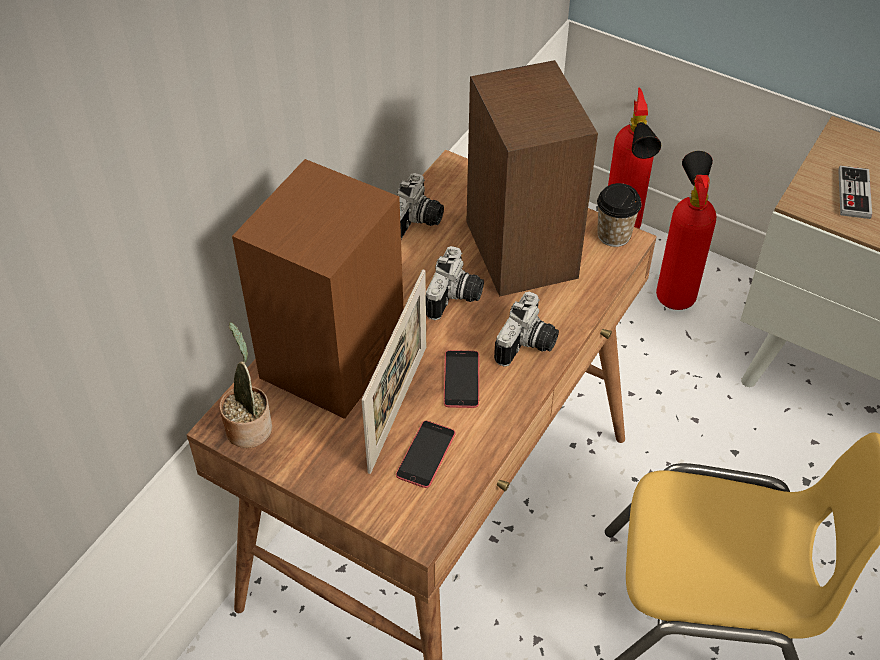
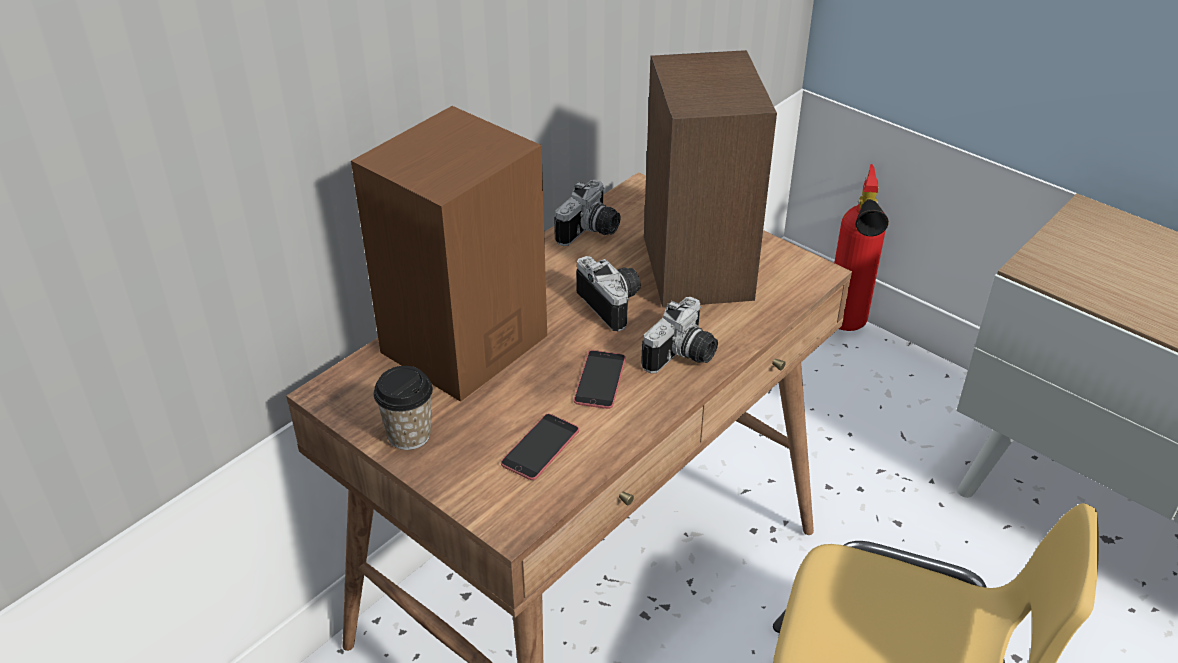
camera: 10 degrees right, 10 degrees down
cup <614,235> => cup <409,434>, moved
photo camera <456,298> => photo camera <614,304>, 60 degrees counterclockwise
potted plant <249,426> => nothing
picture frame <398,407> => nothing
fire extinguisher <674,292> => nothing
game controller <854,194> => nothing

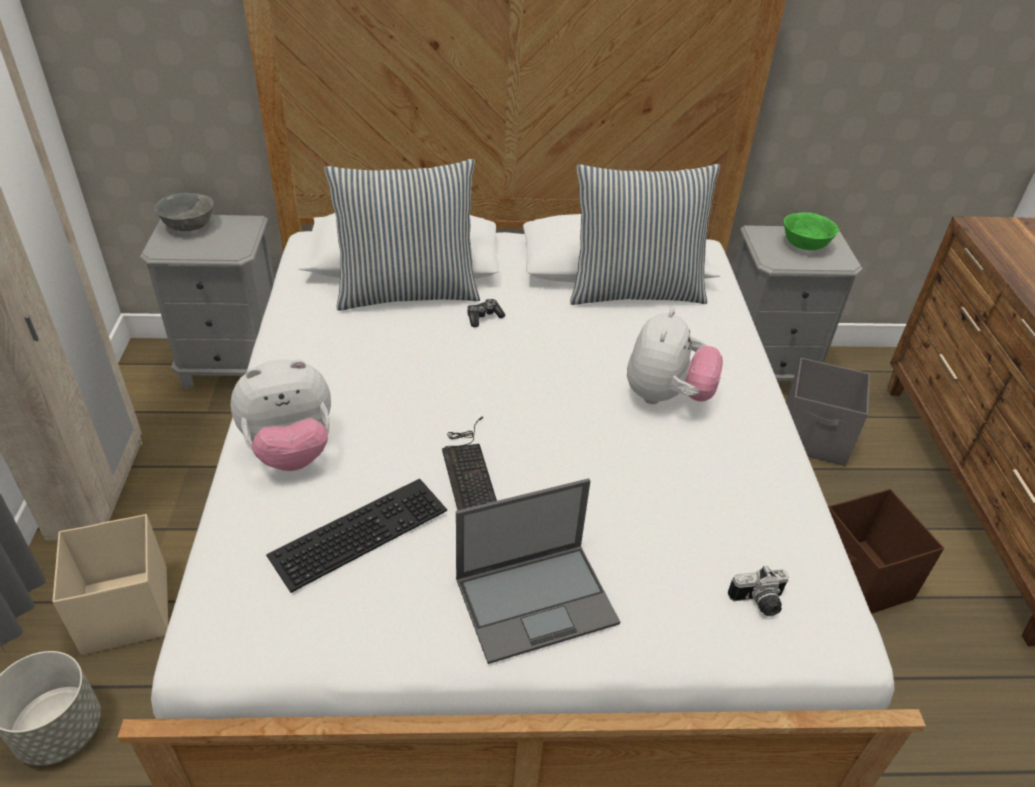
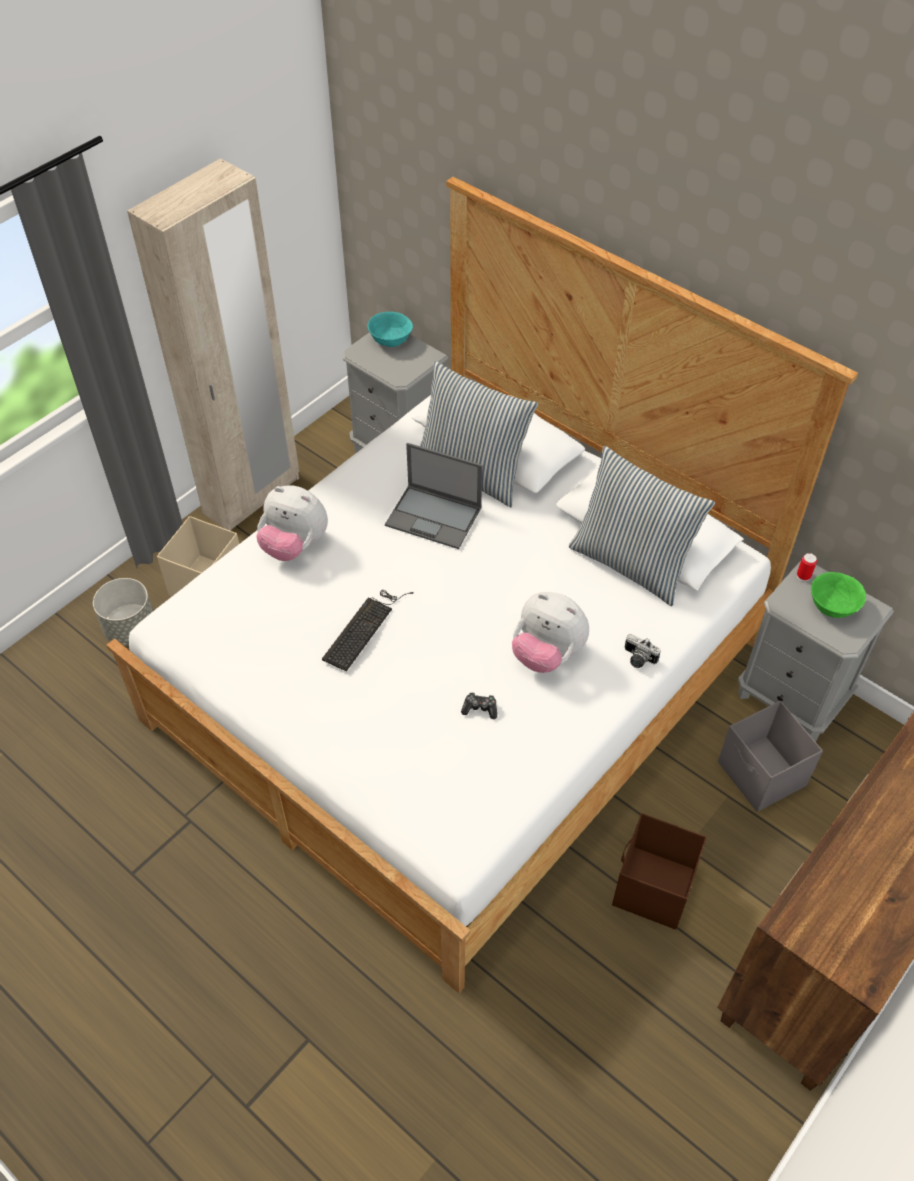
camera: 45 degrees right, 10 degrees up
bowl (grey) <189,226> => bowl (turquoise) <391,340>
laptop <537,600> => laptop <434,517>, moved
game controller <484,317> => game controller <480,708>, moved
plush toy <666,396> => plush toy <547,654>, 60 degrees clockwise
photo camera <759,603> => photo camera <637,659>, moved
nothing => can <803,576>
keyboard <359,529> => nothing

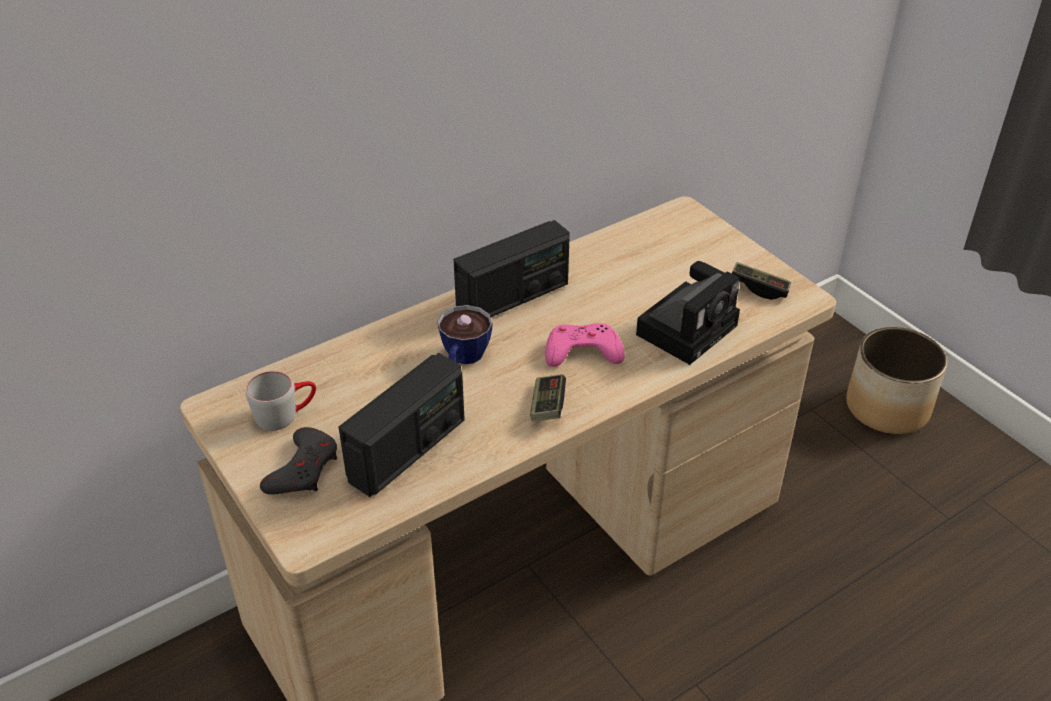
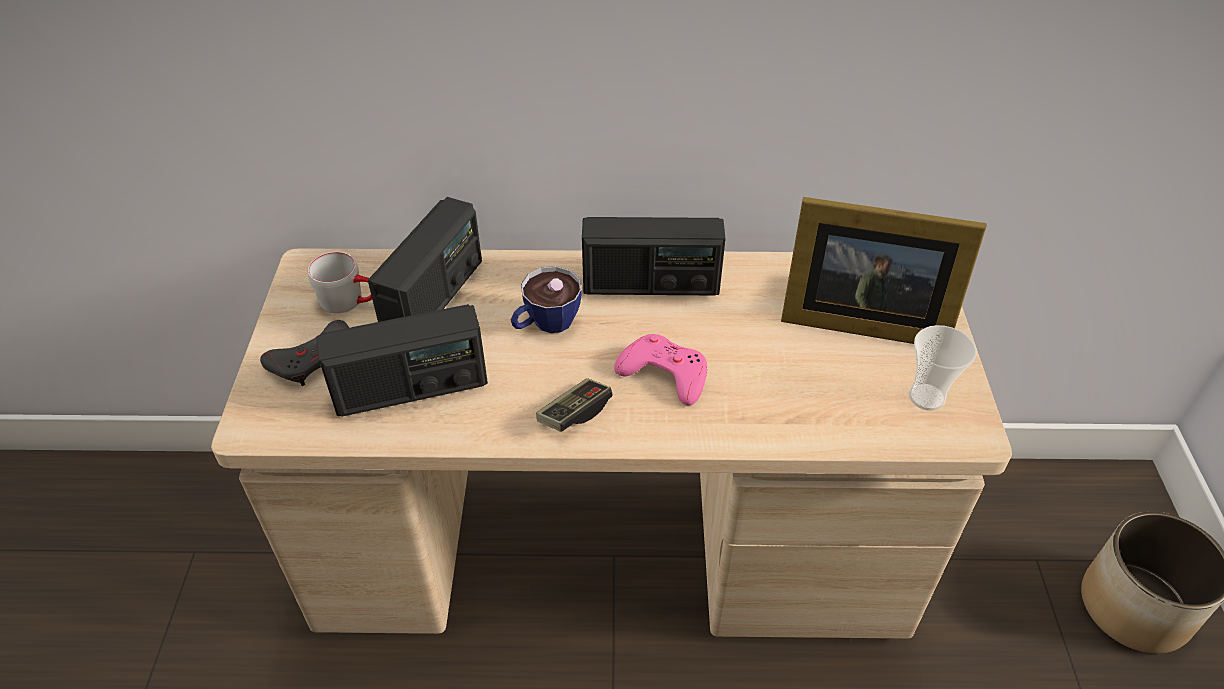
camera: 35 degrees right, 5 degrees up
nothing => radio <434,298>
nothing => picture frame <859,318>
game controller <759,288> => cup <926,397>
photo camera <688,327> => nothing

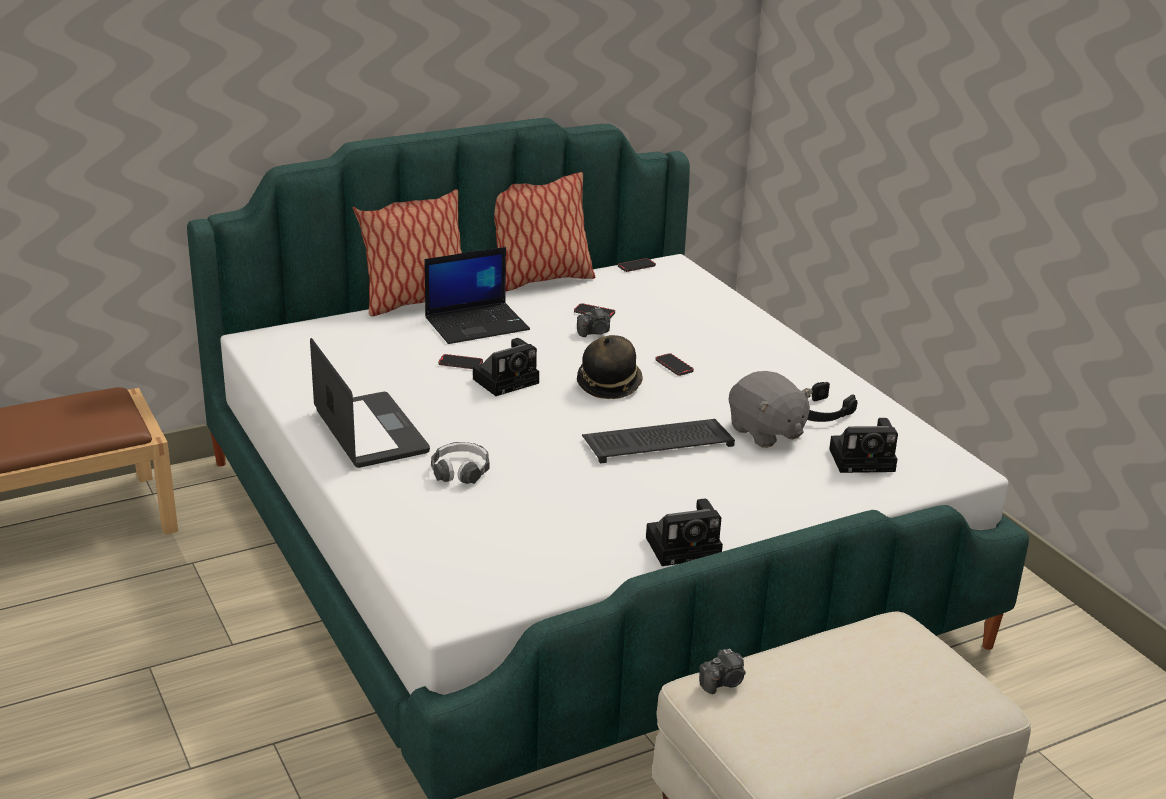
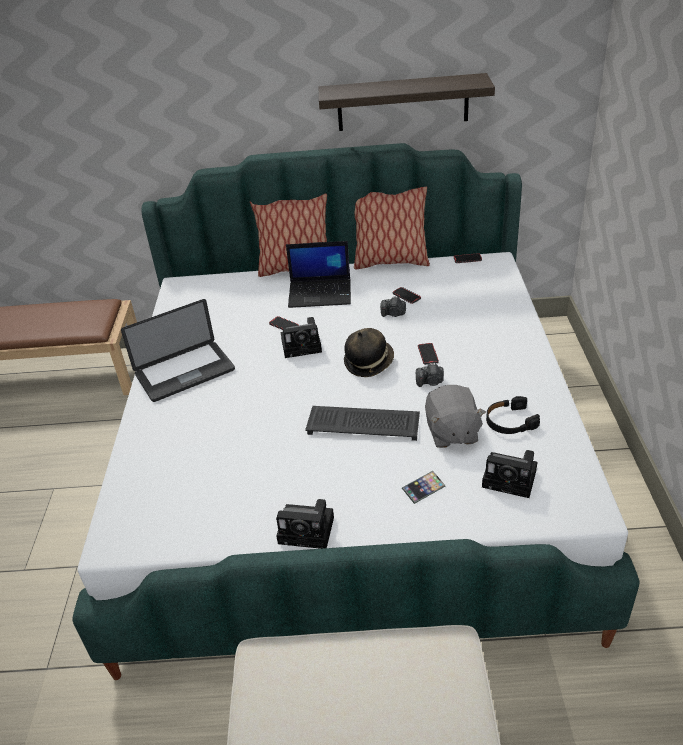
camera: 30 degrees right, 10 degrees up
laptop <370,432> => laptop <185,372>, 60 degrees clockwise
nothing => shelf <402,102>
nothing => phone <423,489>
photo camera <723,682> => photo camera <430,382>, moved
headphones <460,471> => nothing

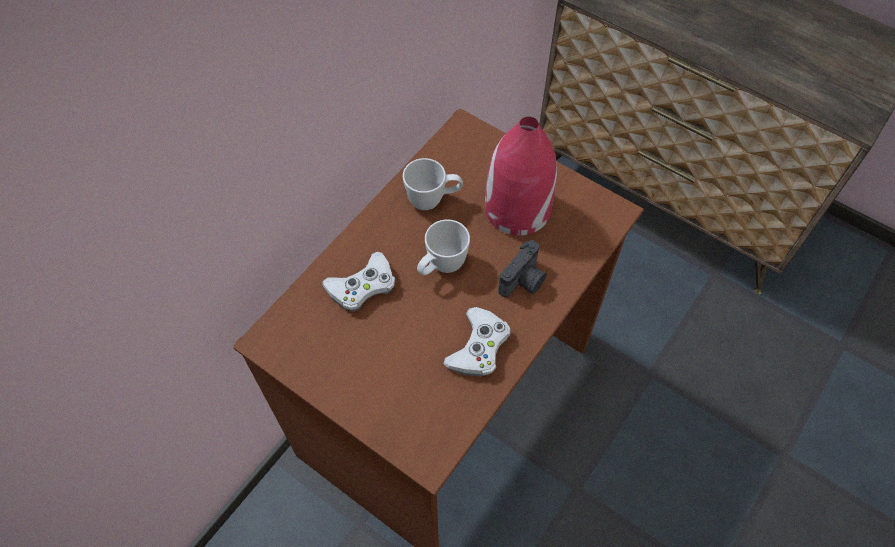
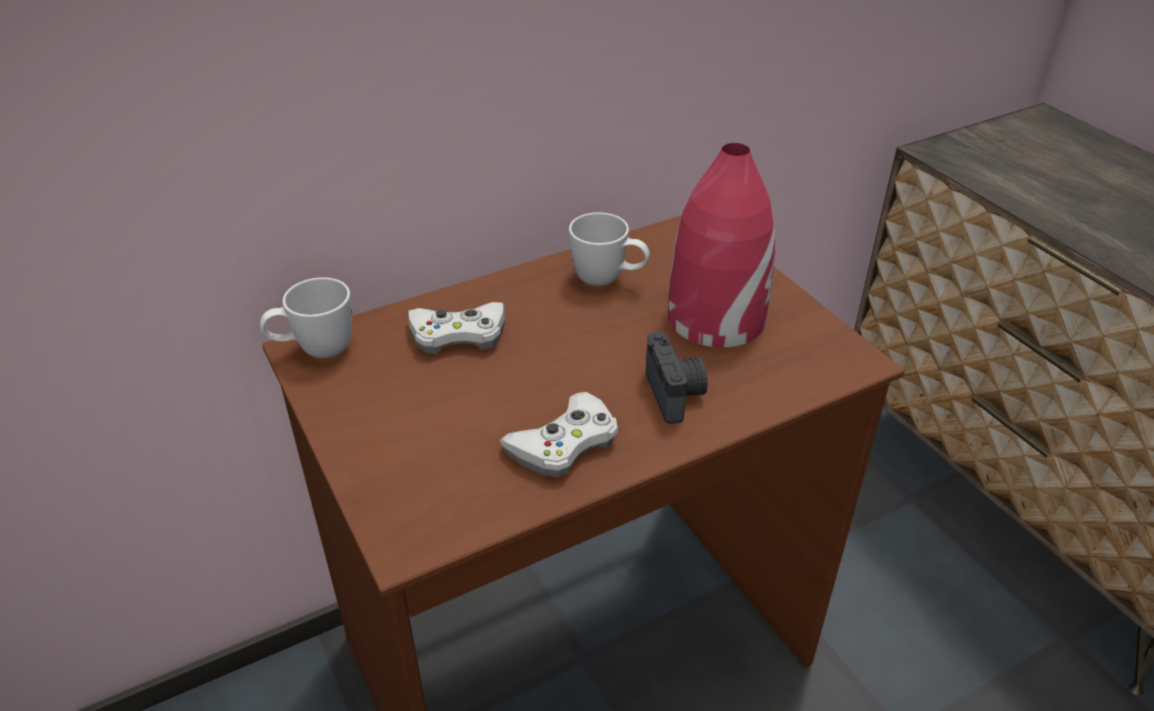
camera: 25 degrees right, 20 degrees down
mug (white) <441,267> => mug (white) <314,351>, moved
photo camera <523,281> => photo camera <676,394>, 75 degrees counterclockwise

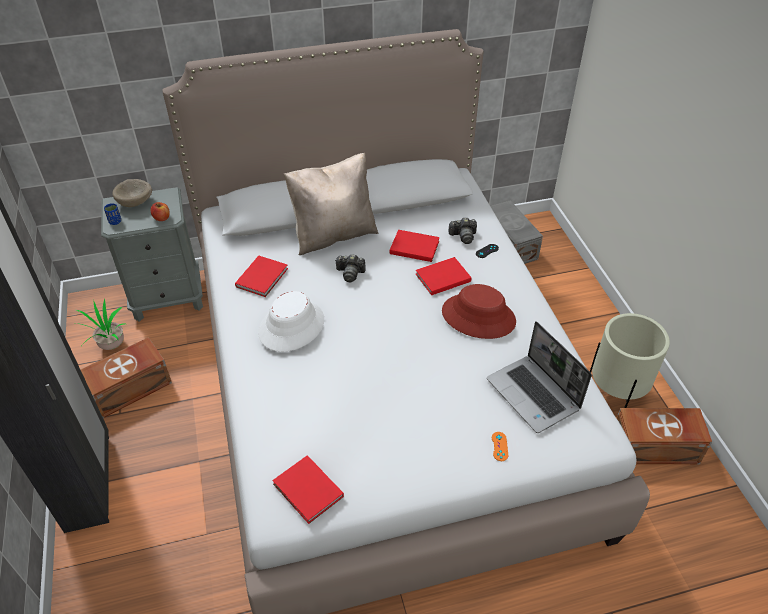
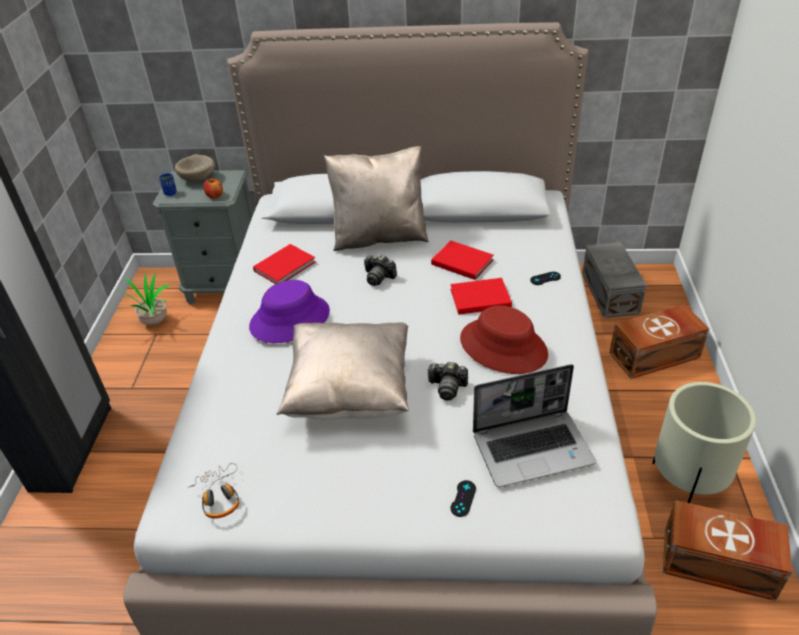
camera: 20 degrees right, 5 degrees down
book (red) <308,492> => headphones <219,496>
hat (white) <291,326> => hat (purple) <290,319>
nothing => pillow (beige) <350,392>
photo camera <463,236> => photo camera <447,387>, moved
game controller (orange) <499,446> => game controller (black) <463,498>
laptop <534,395> => laptop <533,448>, 90 degrees counterclockwise
storage box (brown) <131,388> => storage box (brown) <656,356>, moved

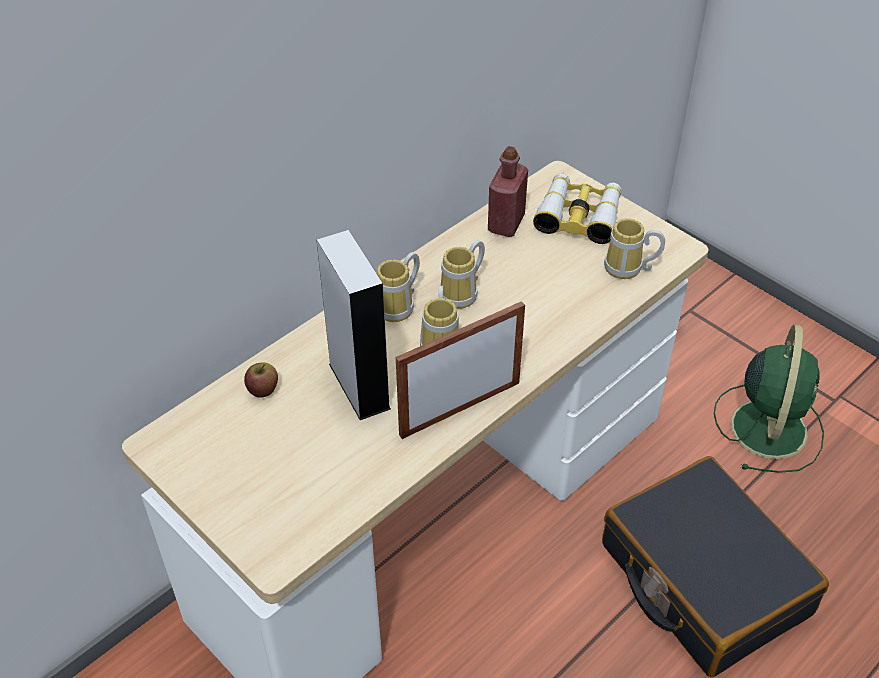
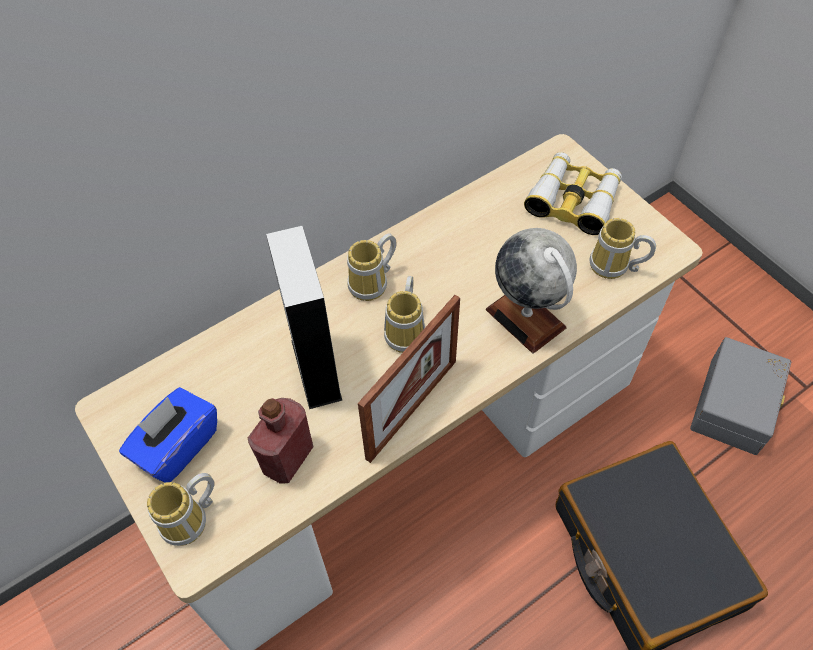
camera: 10 degrees right, 10 degrees up
nothing => tissue box (blue) <177,446>
mug <463,294> => mug <191,521>, moved
bottle (red) <506,223> => bottle (red) <287,458>, moved
picture frame <460,408> => picture frame <412,409>, 150 degrees clockwise
nothing => globe <526,318>
fan (green) <768,426> => storage box (grey) <736,405>
apple <263,389> => nothing

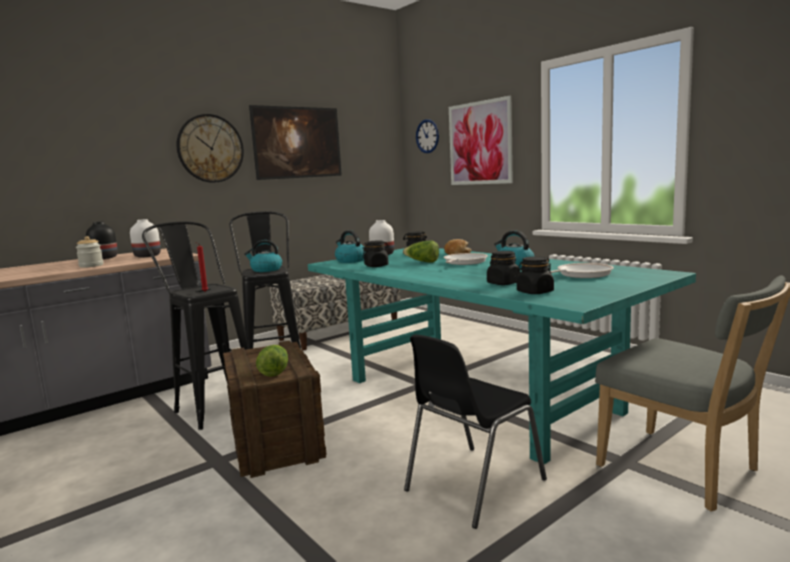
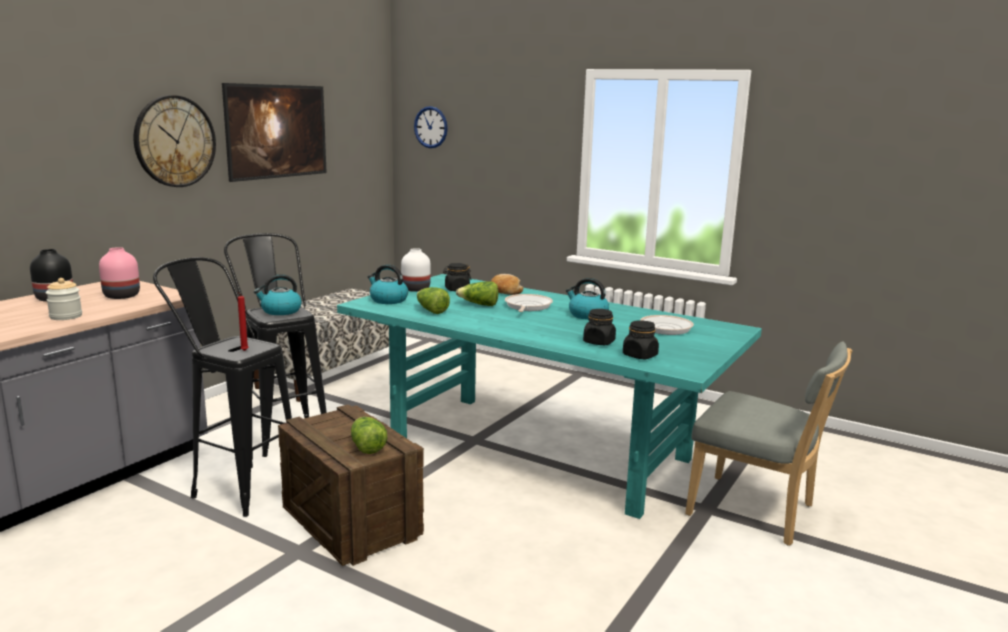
camera: 20 degrees left, 5 degrees up
vase (white) <148,256> => vase (pink) <123,296>
jar (black) <376,266> => lettuce <431,310>
chair (black) <472,485> => nothing
picture <480,143> => nothing

